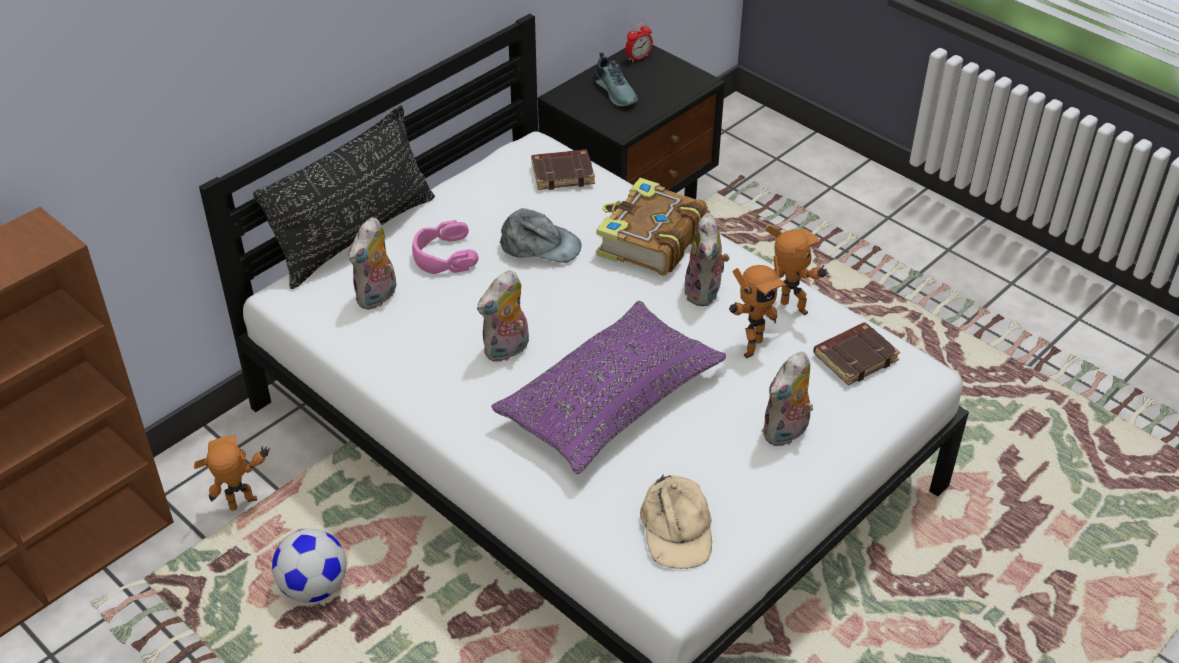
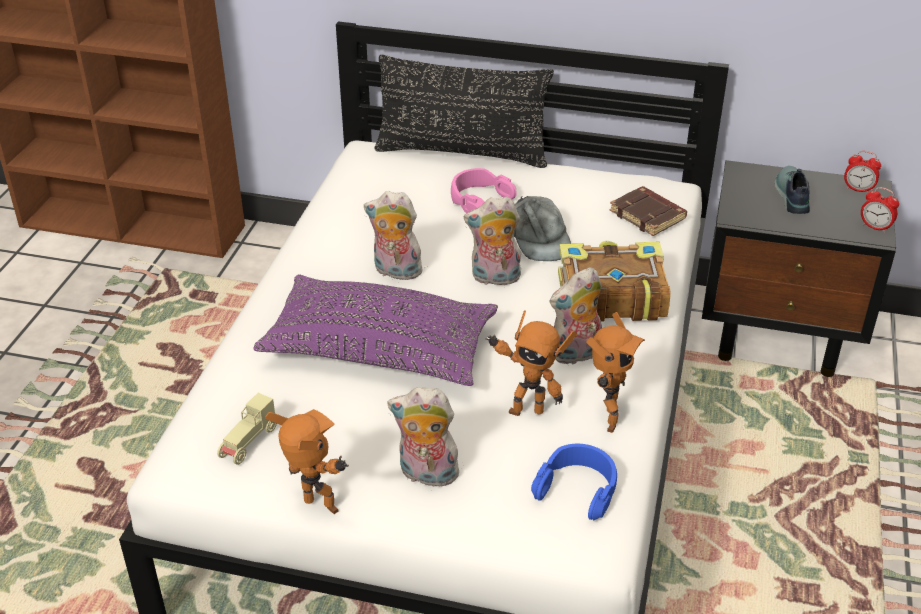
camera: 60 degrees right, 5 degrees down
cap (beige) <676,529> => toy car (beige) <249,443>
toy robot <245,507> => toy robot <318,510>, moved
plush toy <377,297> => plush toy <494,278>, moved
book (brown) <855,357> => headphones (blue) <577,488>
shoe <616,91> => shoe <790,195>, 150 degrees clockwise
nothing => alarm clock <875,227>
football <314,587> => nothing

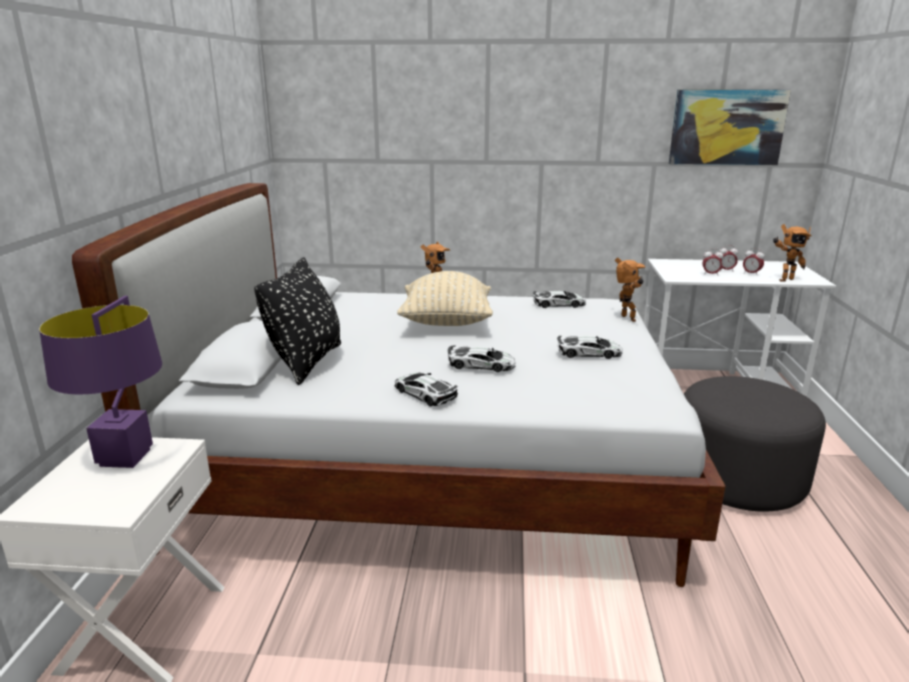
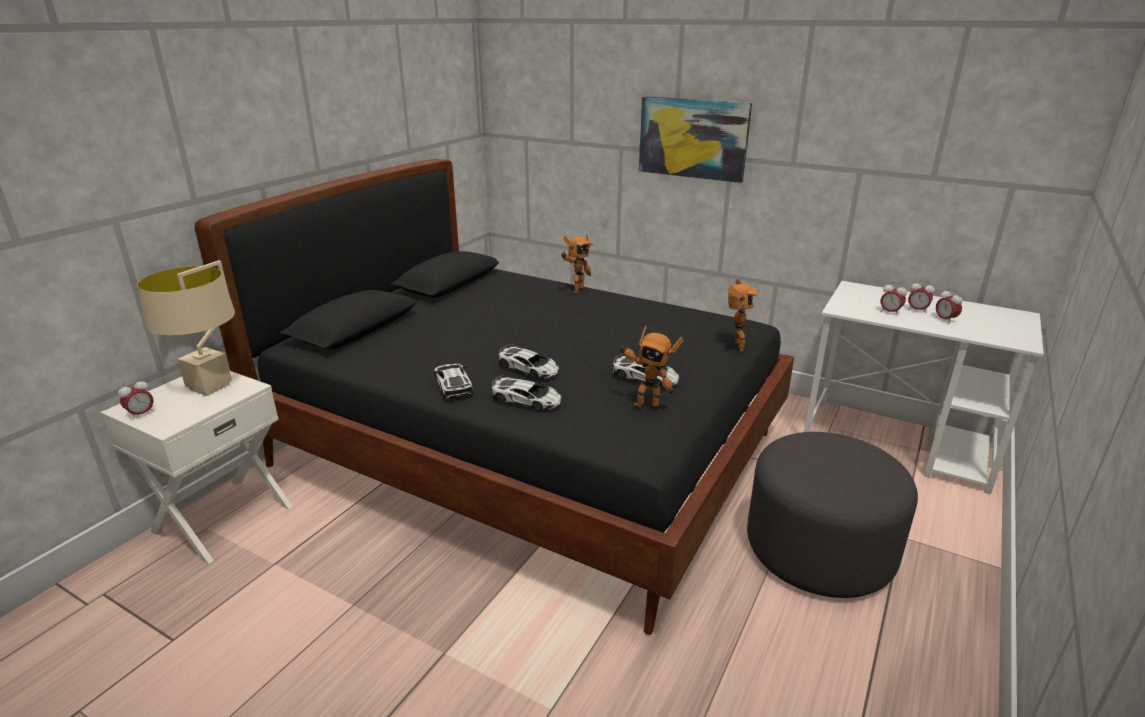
camera: 25 degrees right, 5 degrees up
nothing => alarm clock <141,414>
table lamp (purple) <126,457> => table lamp (beige) <210,386>
bed (white) <434,464> => bed (black) <528,451>
toy car <559,304> => toy car <526,399>, moved
toy robot <784,279> => toy robot <645,404>, moved
picture <727,127> => picture <693,138>, moved
pillow (black) <307,362> => nothing
pillow (beige) <446,323> => nothing

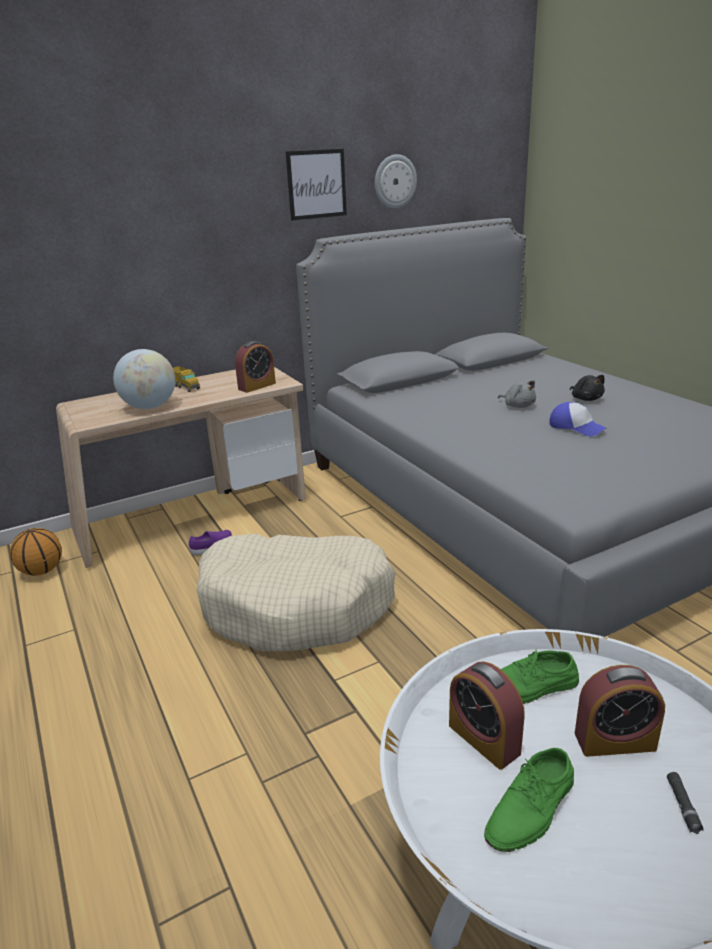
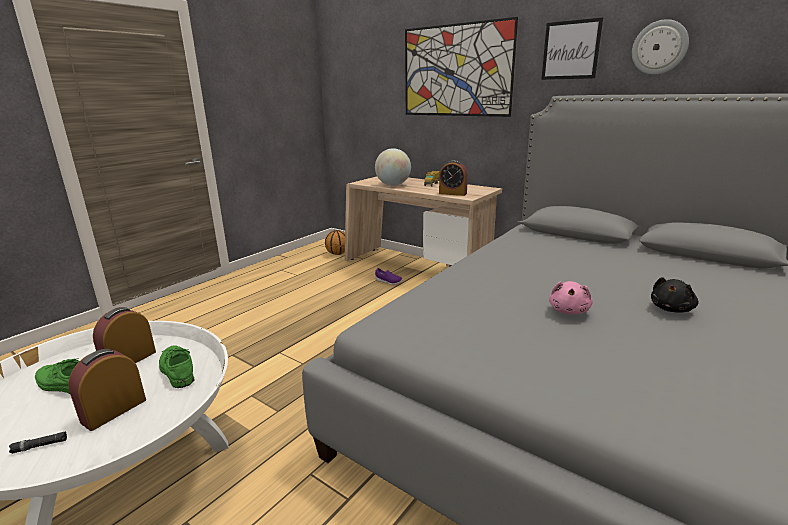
camera: 65 degrees right, 5 degrees down
alarm clock <615,741> => alarm clock <114,410>, 60 degrees clockwise
nothing => picture <456,71>
cap <576,427> => plush toy (pink) <569,311>
dog bed (beige) <297,606> => nothing
plush toy (grey) <518,406> => nothing

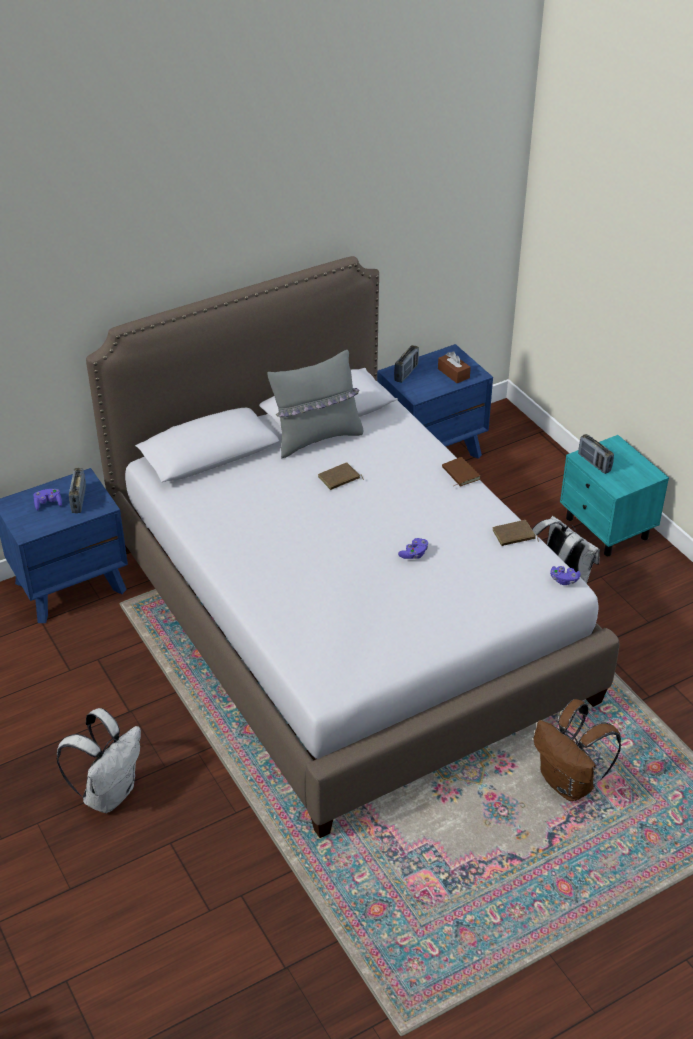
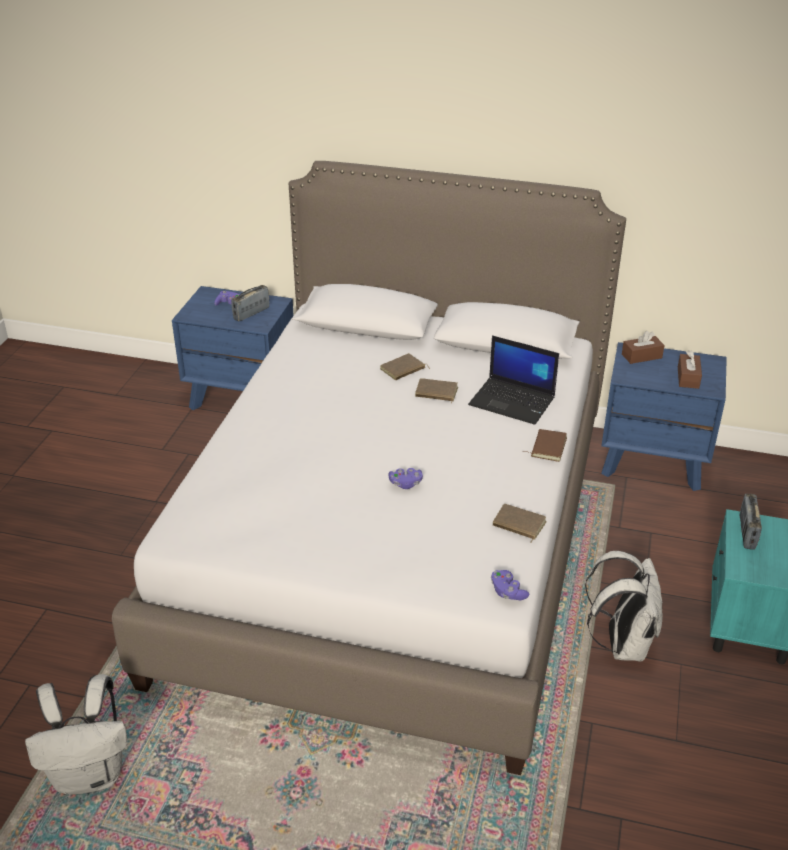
camera: 45 degrees right, 5 degrees down
backpack (white) <109,793> => backpack (white) <91,774>, moved
nothing => book (brown) <403,370>
nothing => laptop <513,401>
radio <406,373> => tissue box (brown) <641,356>
pillow (grey) <317,438> => nothing
backpack (brown) <569,783> => nothing

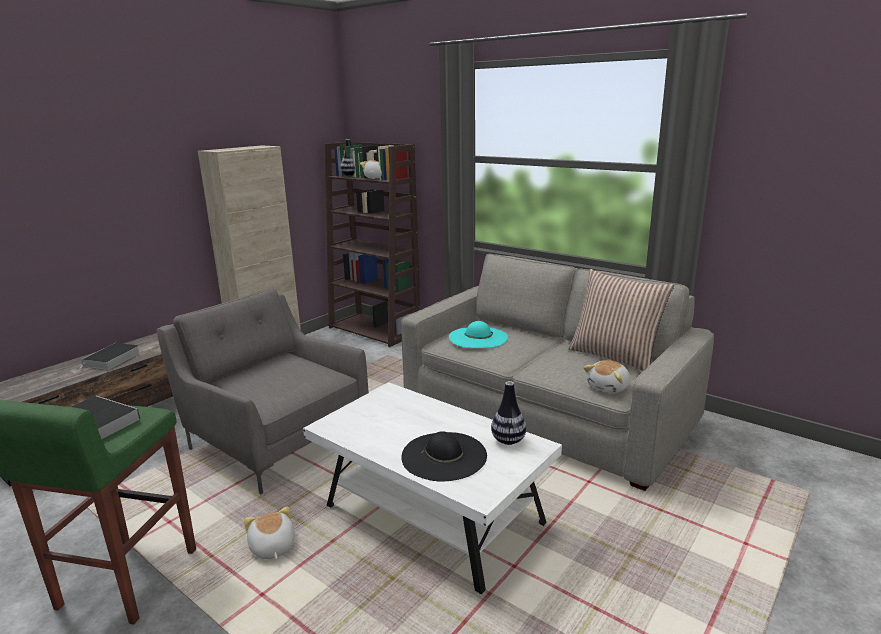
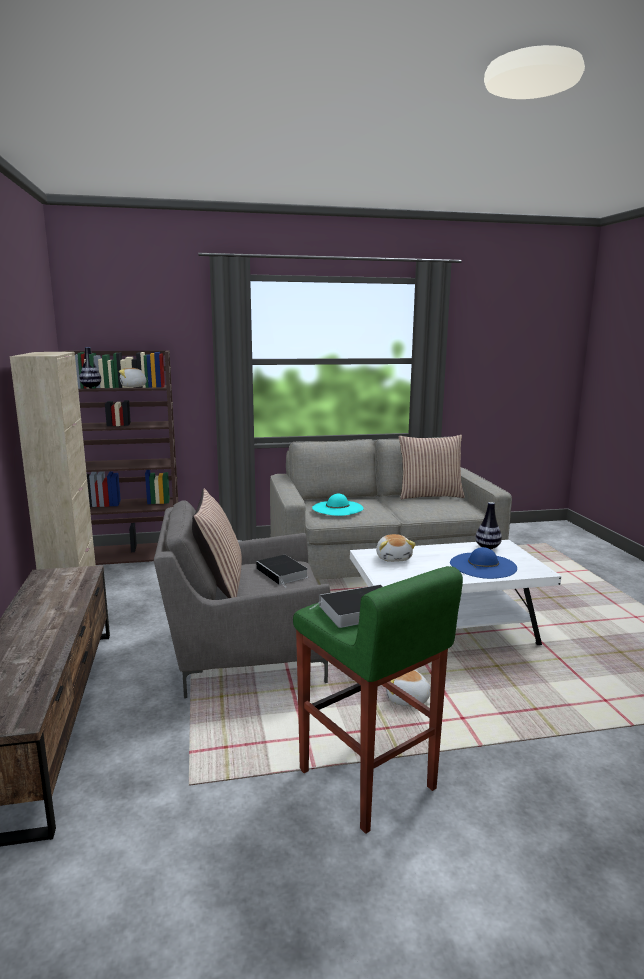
camera: 50 degrees left, 5 degrees down
nothing => pillow <220,584>
book <111,360> => book <283,573>, moved
plush toy <609,387> => plush toy <394,558>, moved
hat (black) <444,456> => hat (blue) <483,565>

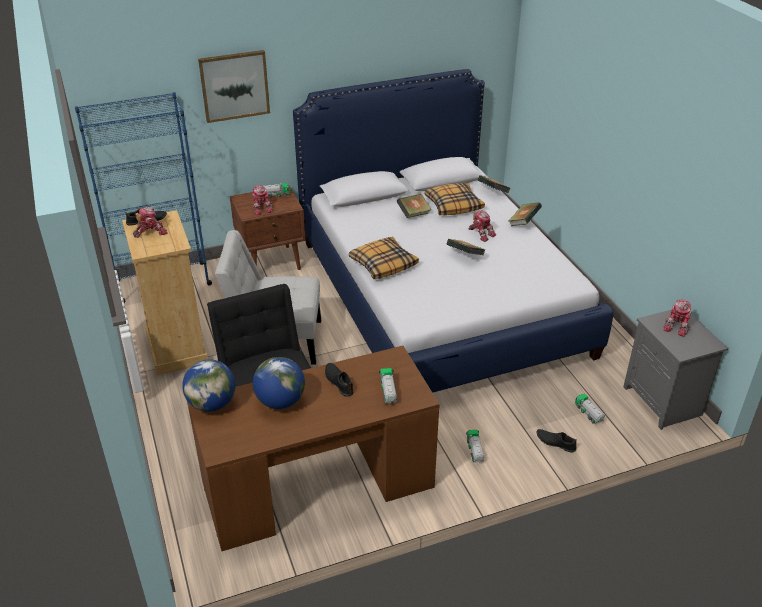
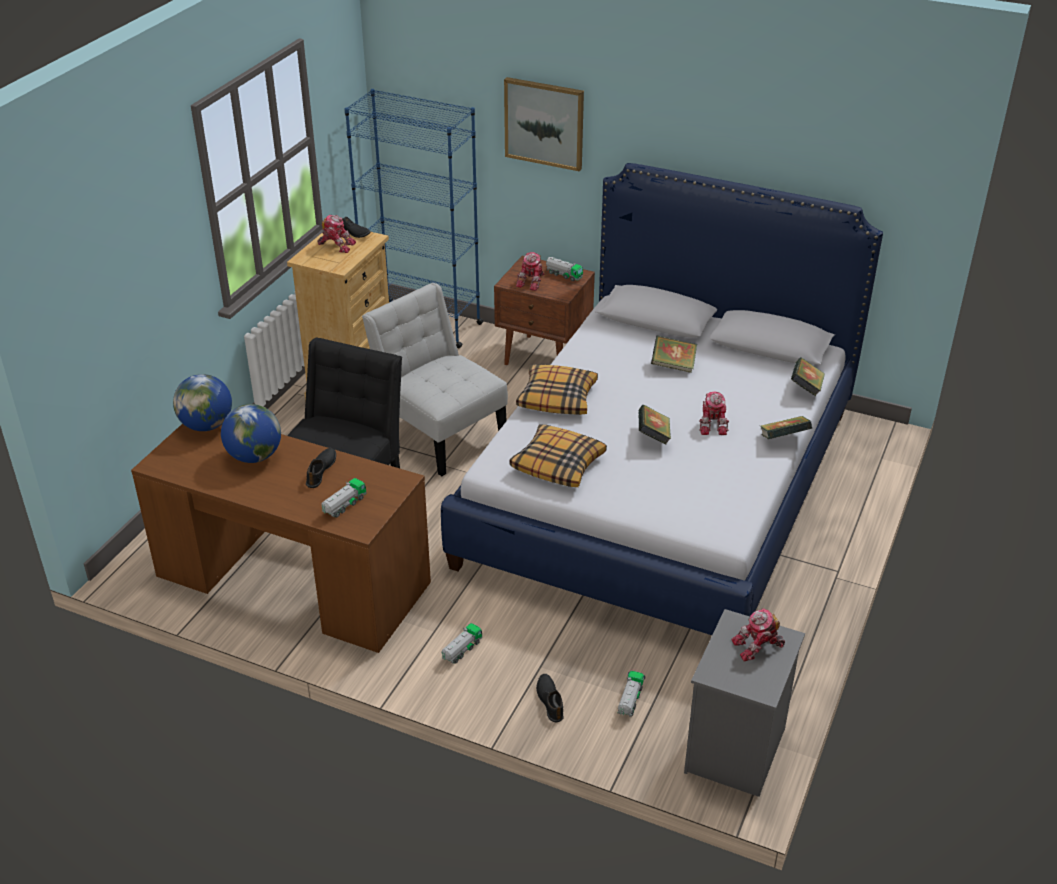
camera: 45 degrees right, 0 degrees up
pillow <453,205> => pillow <558,464>, moved

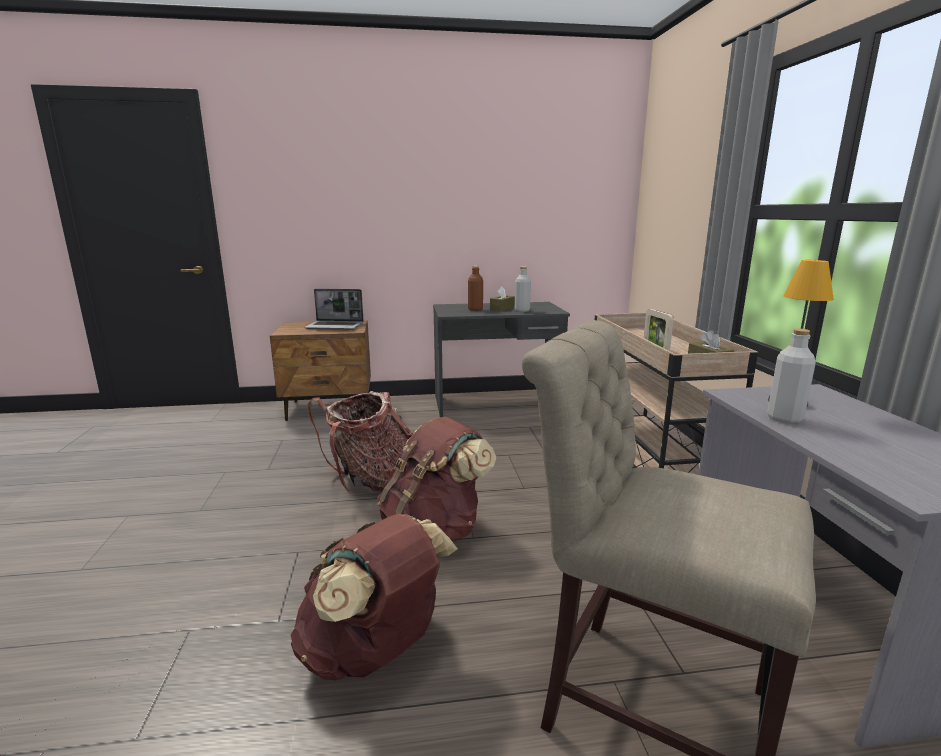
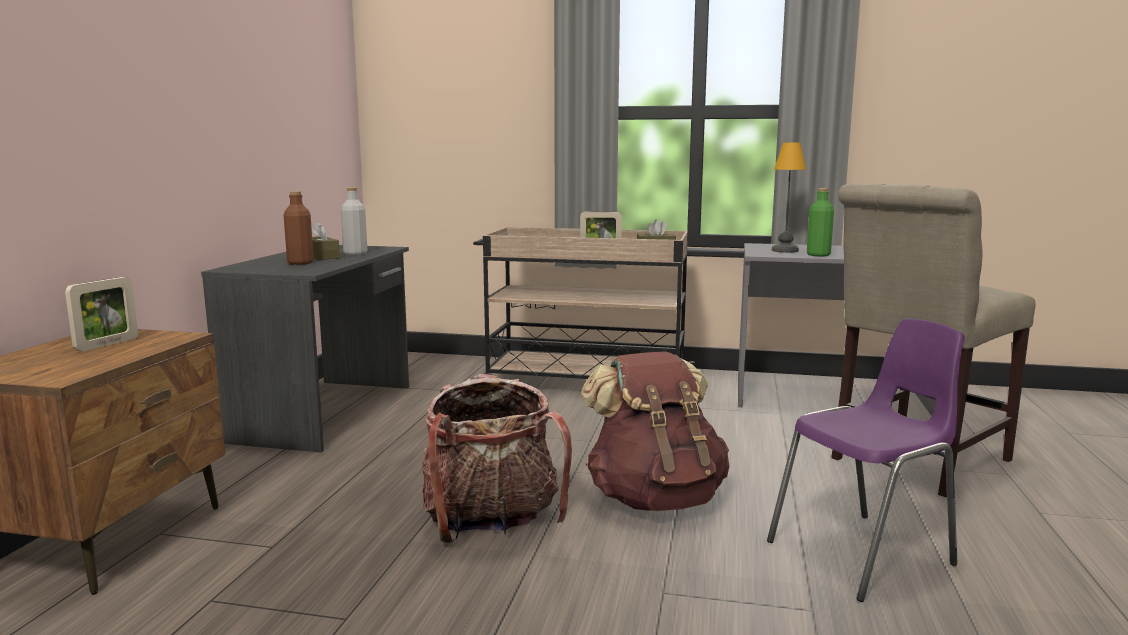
camera: 70 degrees left, 5 degrees down
laptop <335,326> => picture frame <107,344>
backpack (brown) <375,651> => chair (purple) <865,553>
bottle (grey) <784,418> => bottle (green) <818,255>

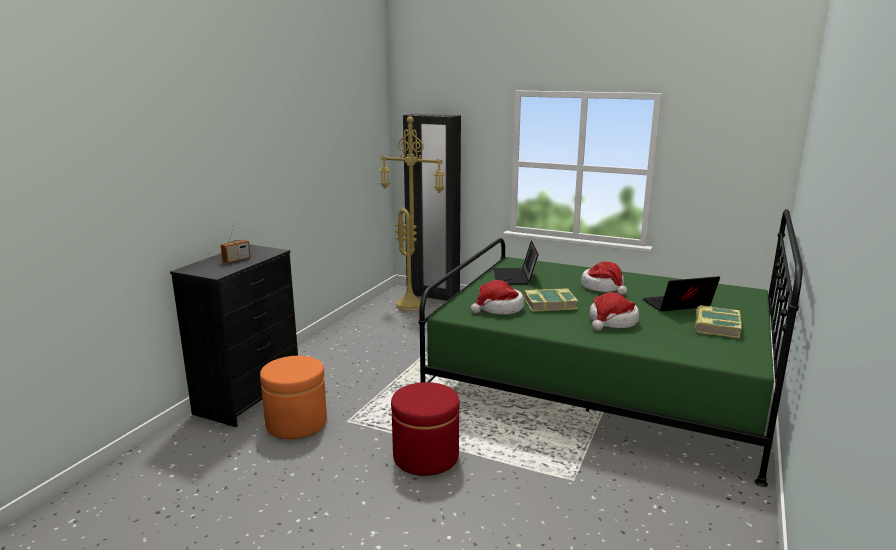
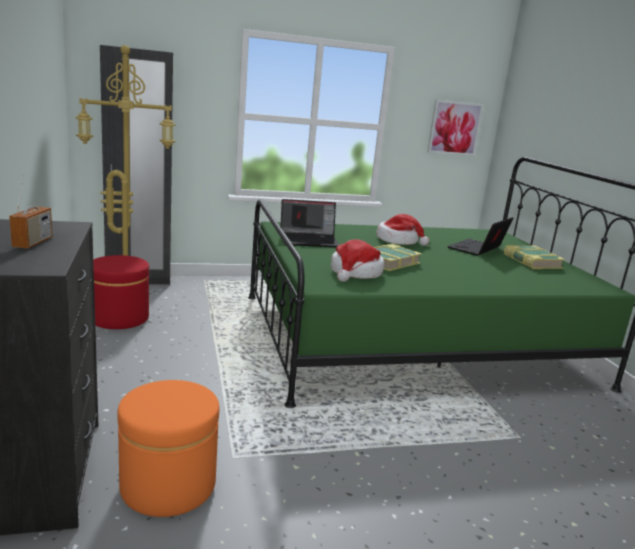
camera: 40 degrees left, 0 degrees up
ottoman (red) <426,456> => ottoman (red) <119,318>, moved
laptop <515,277> => laptop <309,240>, 60 degrees counterclockwise
nothing => picture <454,128>
hat <612,322> => nothing

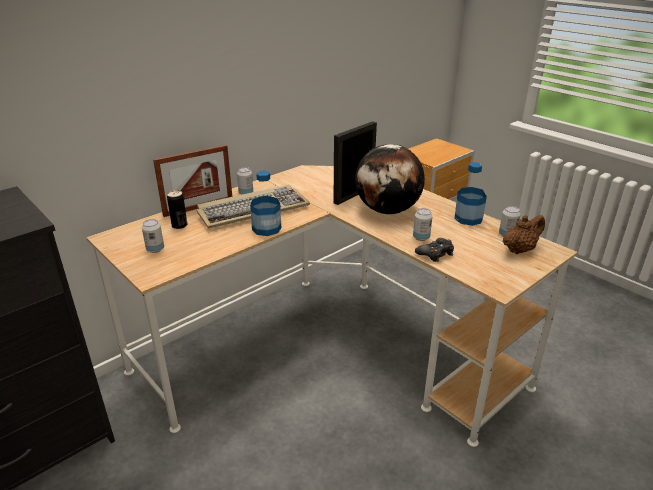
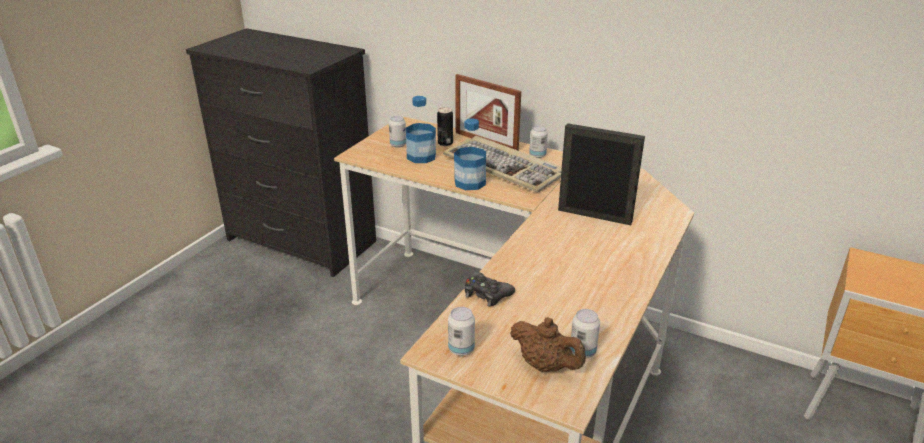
camera: 70 degrees right, 0 degrees up
bottle <468,218> => bottle <421,157>, moved
can <421,237> => can <461,349>, moved
globe <388,210> => nothing

